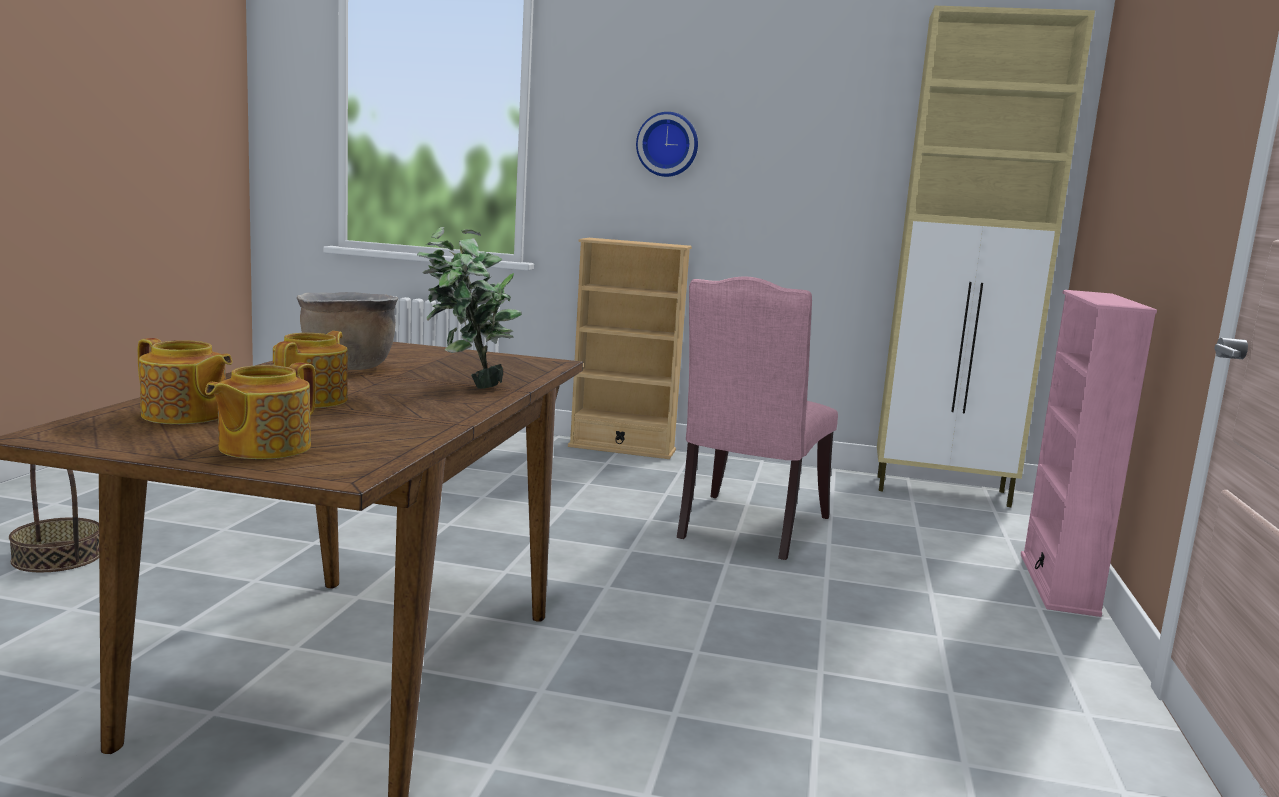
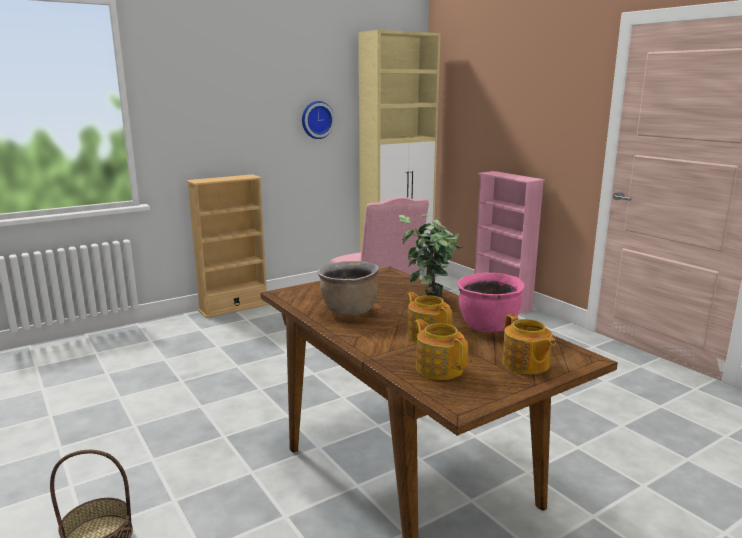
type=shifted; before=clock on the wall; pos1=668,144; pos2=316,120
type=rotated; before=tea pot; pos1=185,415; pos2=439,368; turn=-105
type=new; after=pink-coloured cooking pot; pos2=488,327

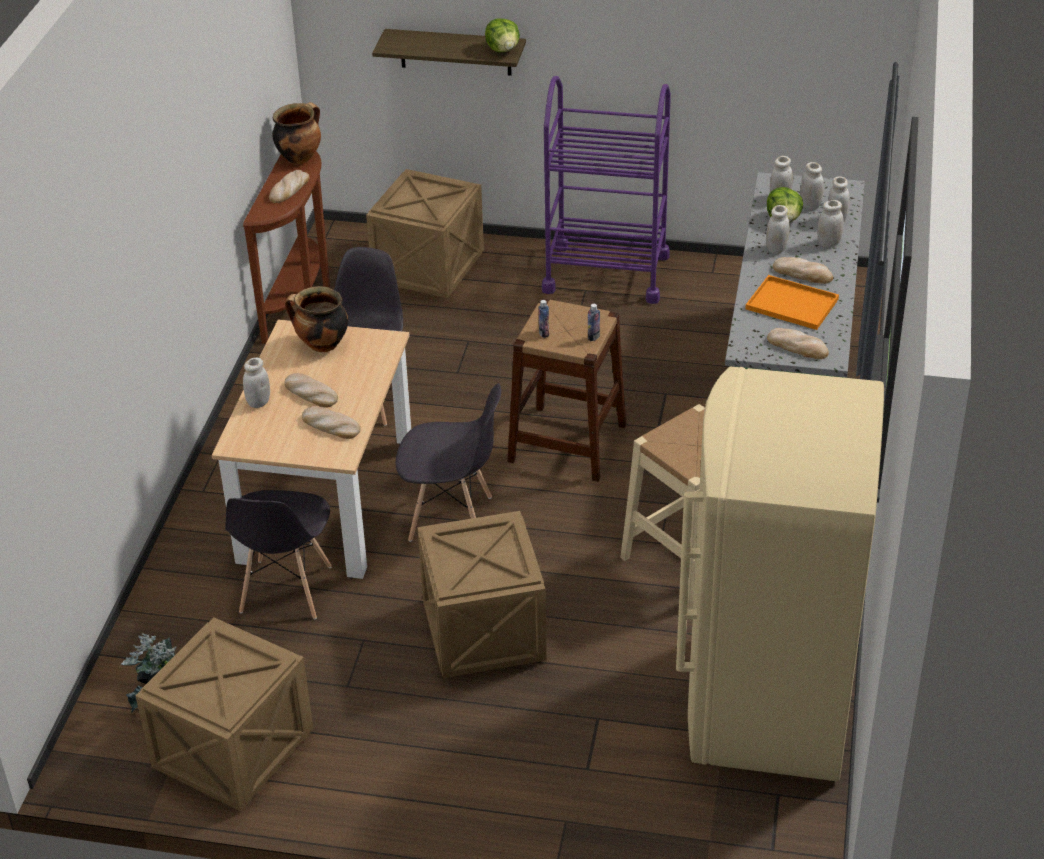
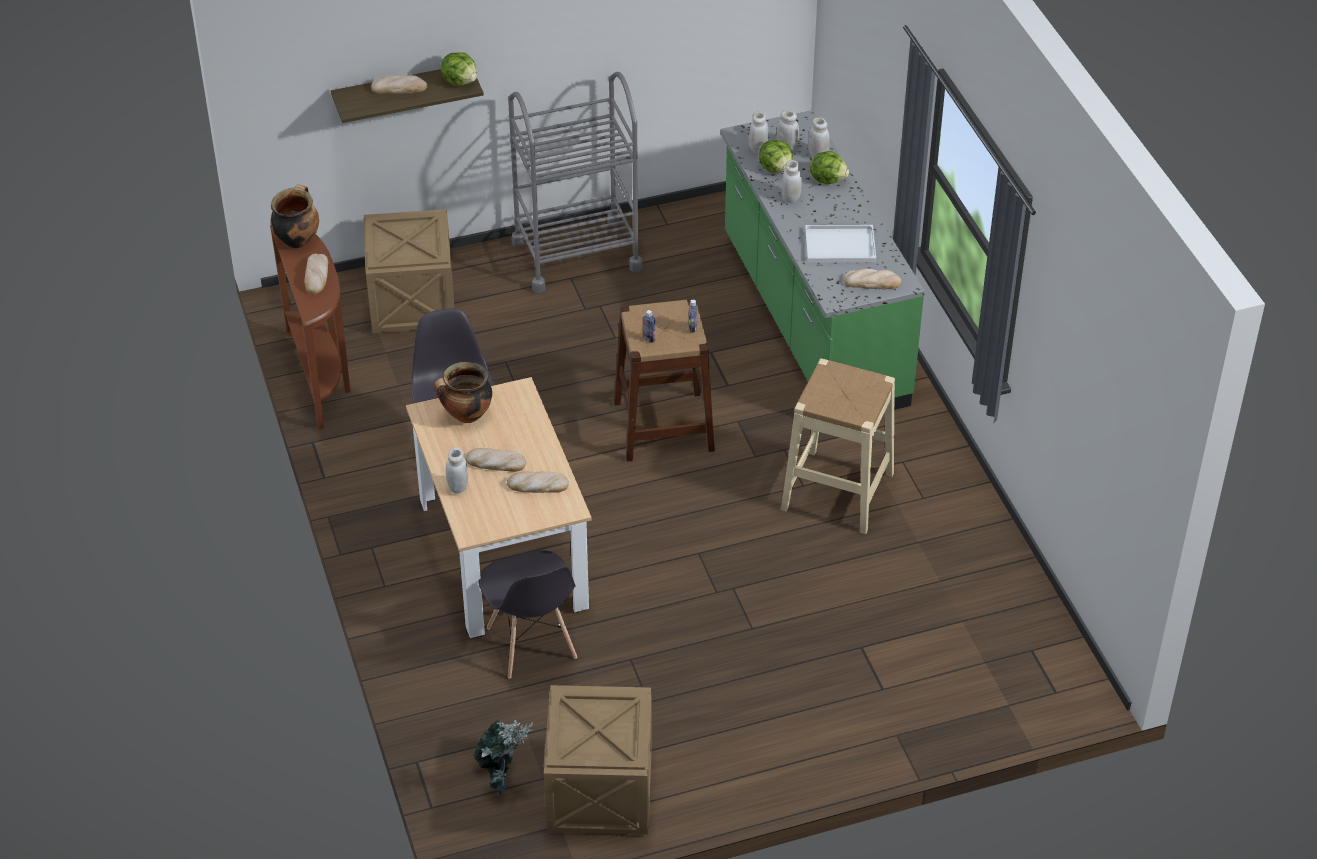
type=repainted; before=purplish wheeled cart; after=gray wheeled cart; pos1=606,273; pos2=576,255
type=swapped; before=whitish storage jar; after=lettuce head; pos1=828,243; pos2=828,179
type=shifted; before=baked bread; pos1=802,273; pos2=399,88
type=repainted; before=orange-coloured serving tray; after=whitish serving tray; pos1=793,304; pos2=841,245
type=gone; before=beige-coloured refrigerator; pos1=768,705
type=gone; before=gray upright chair; pos1=452,519
type=gone; before=shipping crate; pos1=484,632

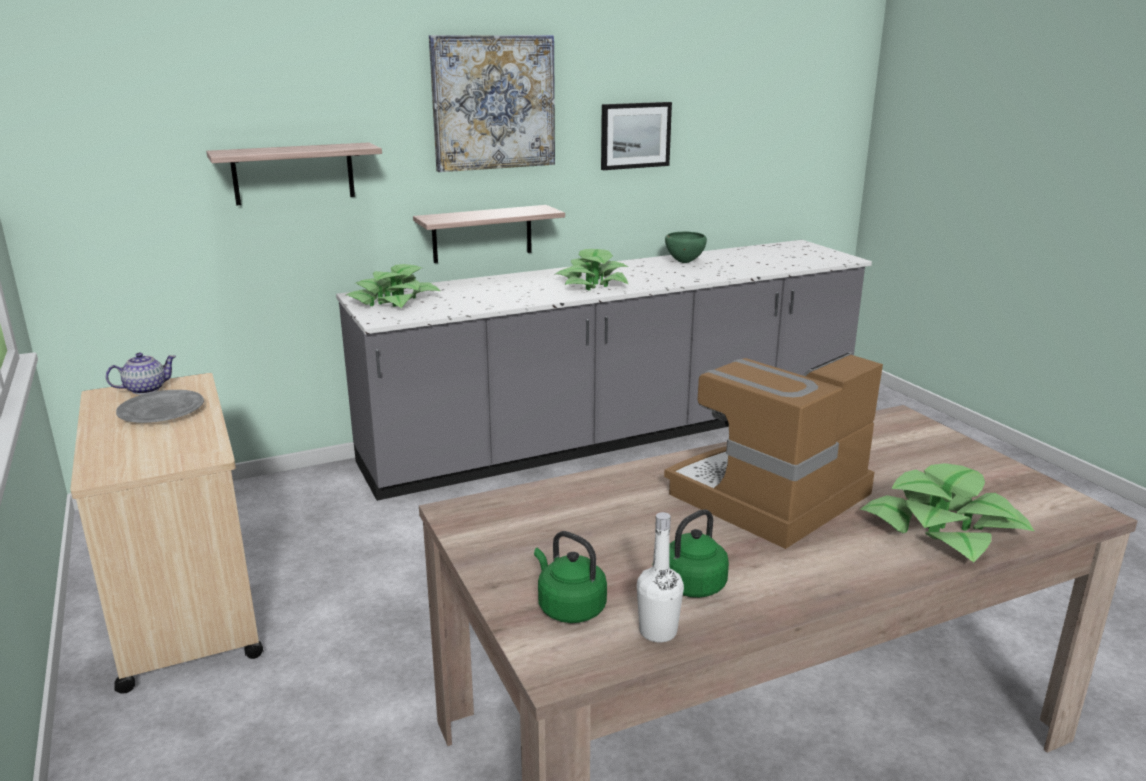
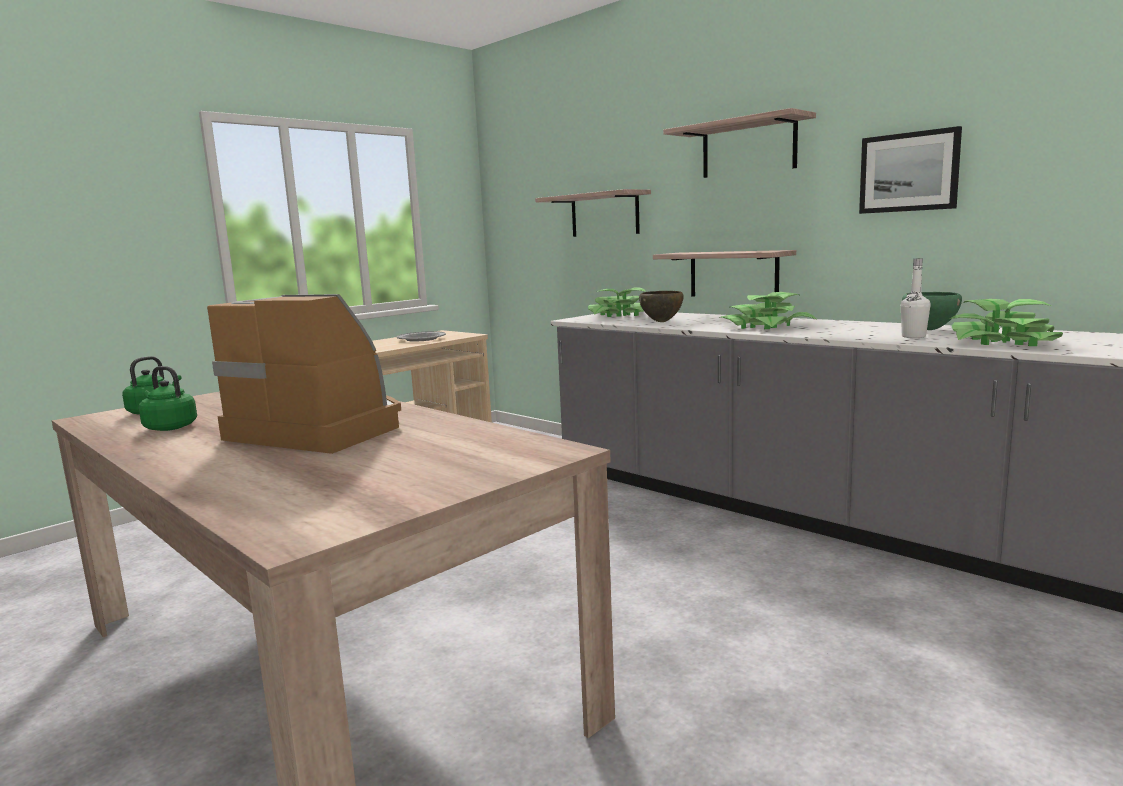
type=swapped; before=wall art; after=wall shelf; pos1=493,103; pos2=748,148
type=gone; before=tea pot; pos1=145,389
type=shifted; before=houseplant; pos1=943,530; pos2=1001,342
type=shifted; before=whitish drink bottle; pos1=658,631; pos2=913,336
type=new; after=brown bowl; pos2=662,322

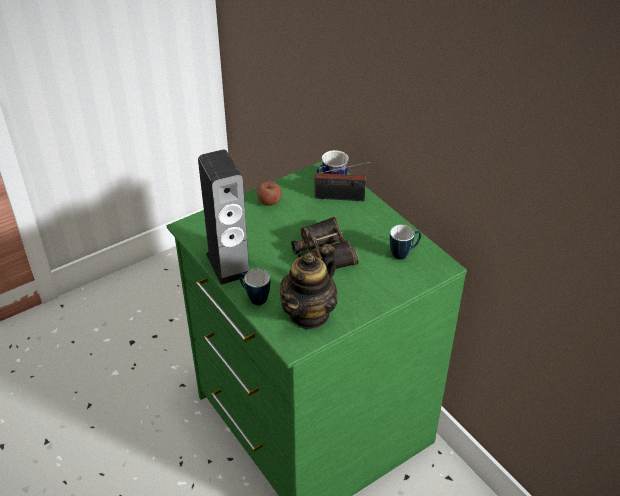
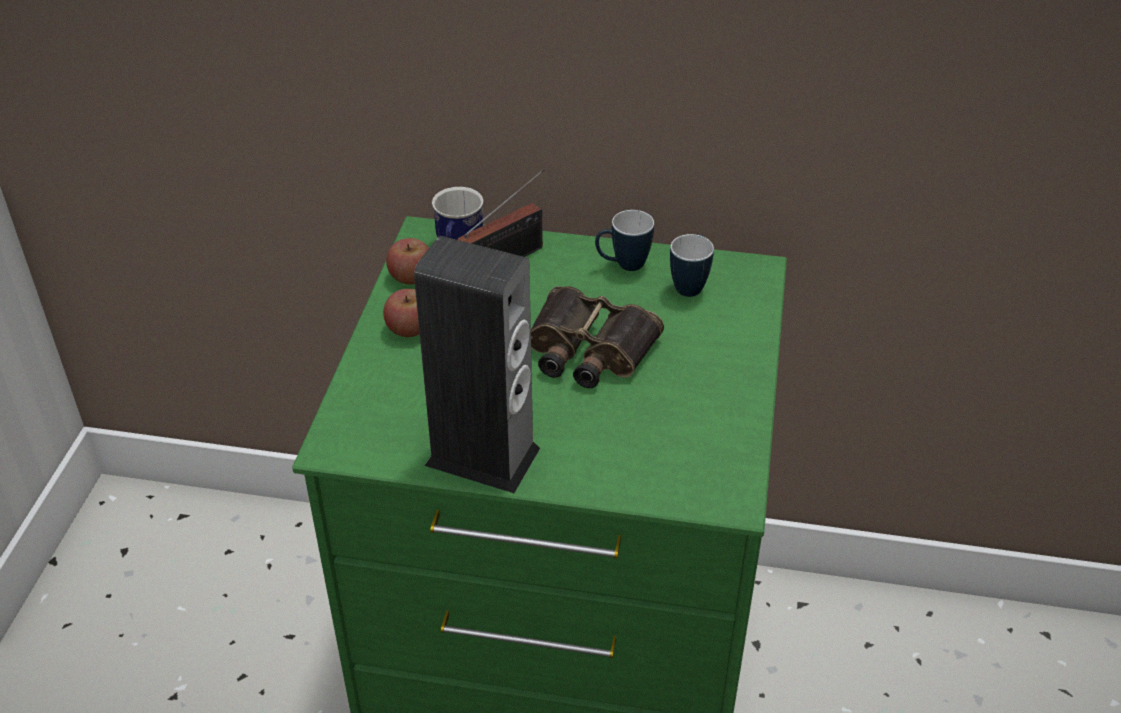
type=gone; before=tea pot; pos1=309,314
type=shifted; before=tea mug; pos1=254,298; pos2=623,265
type=new; after=whole apple; pos2=411,277

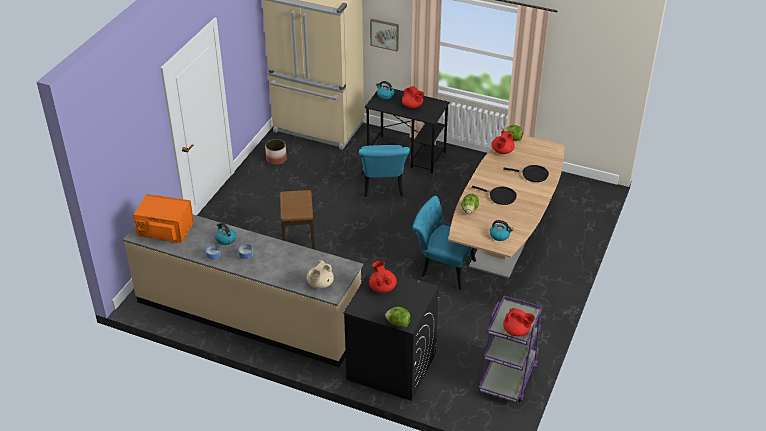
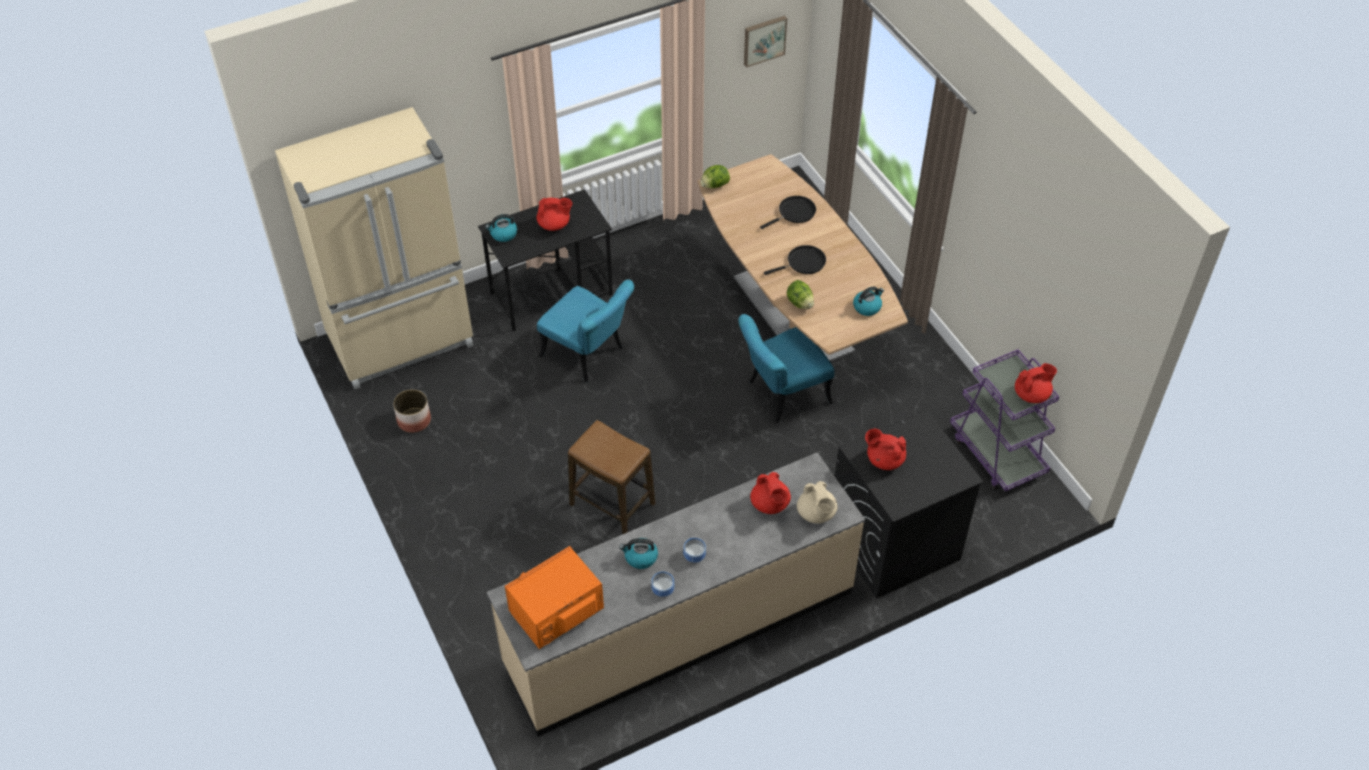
type=shifted; before=wall art; pos1=385,34; pos2=764,40
type=shifted; before=reddish tea pot; pos1=502,151; pos2=770,505
type=gone; before=lettuce head; pos1=398,323

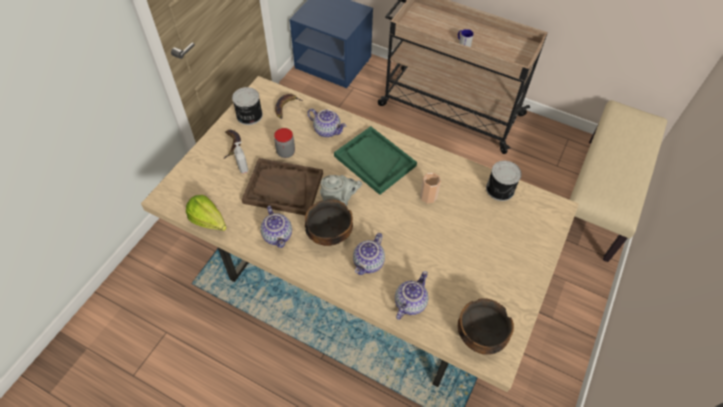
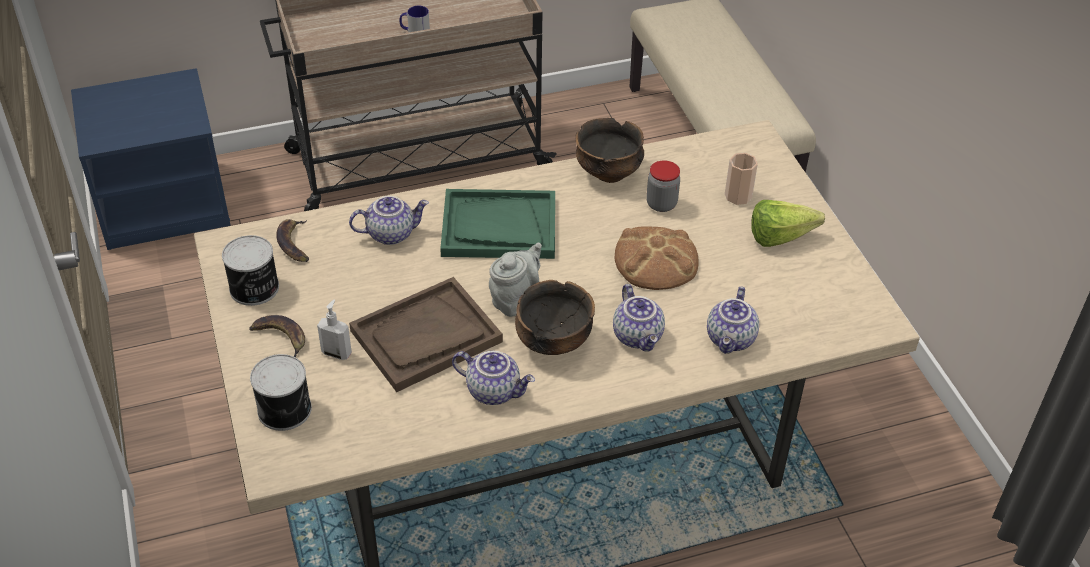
type=shifted; before=storage jar; pos1=286,152; pos2=661,204
type=shifted; before=metal can; pos1=500,189; pos2=286,409
type=shifted; before=small cup; pos1=428,196; pos2=738,196
type=shifted; before=lettuce head; pos1=210,224; pos2=786,238
type=rotated; before=tea pot; pos1=409,302; pos2=731,339; turn=-150
type=shifted; before=bowl; pos1=480,336; pos2=609,172
type=new; after=baked bread; pos2=655,260

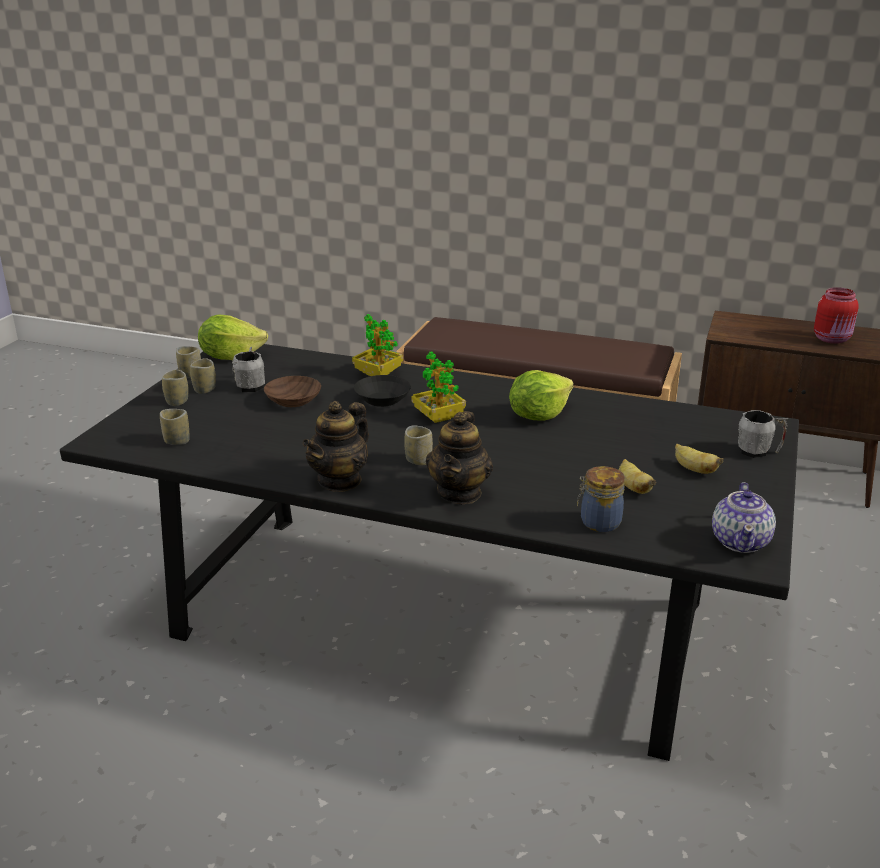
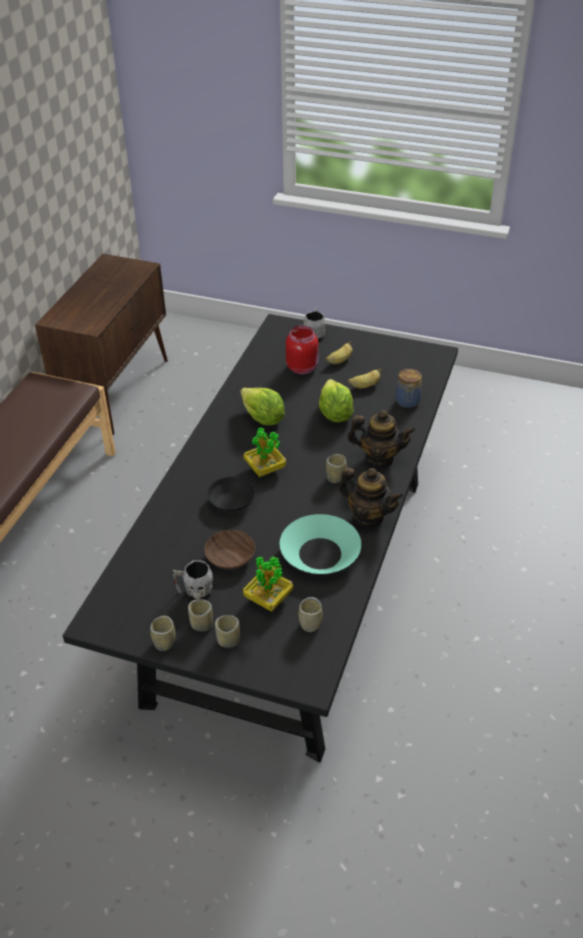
type=shifted; before=reddish storage jar; pos1=832,339; pos2=302,367
type=shifted; before=houseplant; pos1=378,374; pos2=268,599
type=shifted; before=lettuce head; pos1=230,356; pos2=334,414
type=gone; before=tea pot; pos1=741,541
type=new; after=blue-green bowl; pos2=319,553

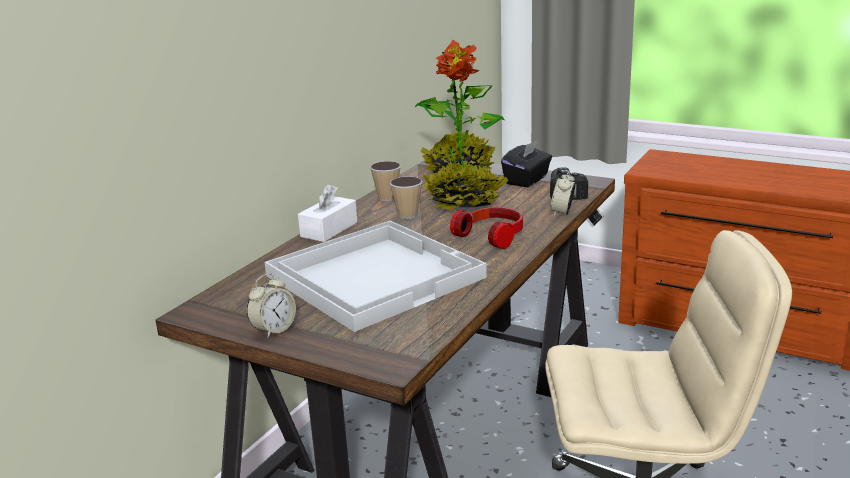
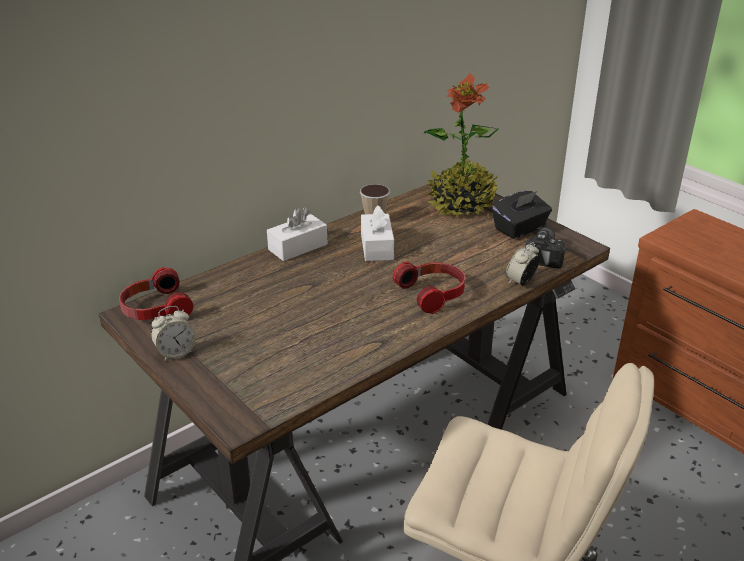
type=gone; before=houseplant; pos1=464,202
type=swapped; before=small cup; after=whitish box of tissues; pos1=407,215; pos2=377,247
type=gone; before=whitish serving tray; pos1=375,275
type=new; after=headphones; pos2=155,309

